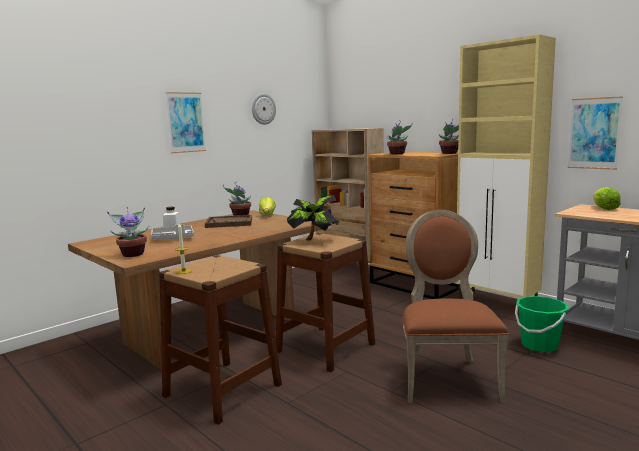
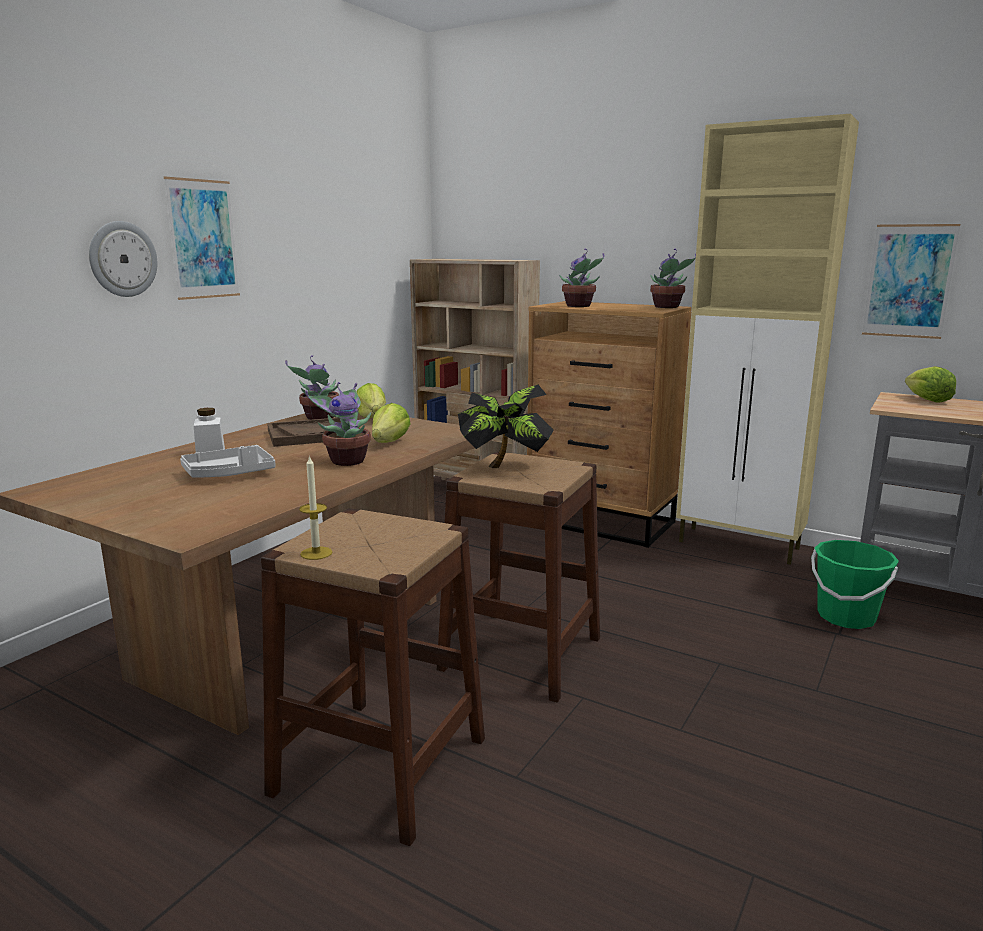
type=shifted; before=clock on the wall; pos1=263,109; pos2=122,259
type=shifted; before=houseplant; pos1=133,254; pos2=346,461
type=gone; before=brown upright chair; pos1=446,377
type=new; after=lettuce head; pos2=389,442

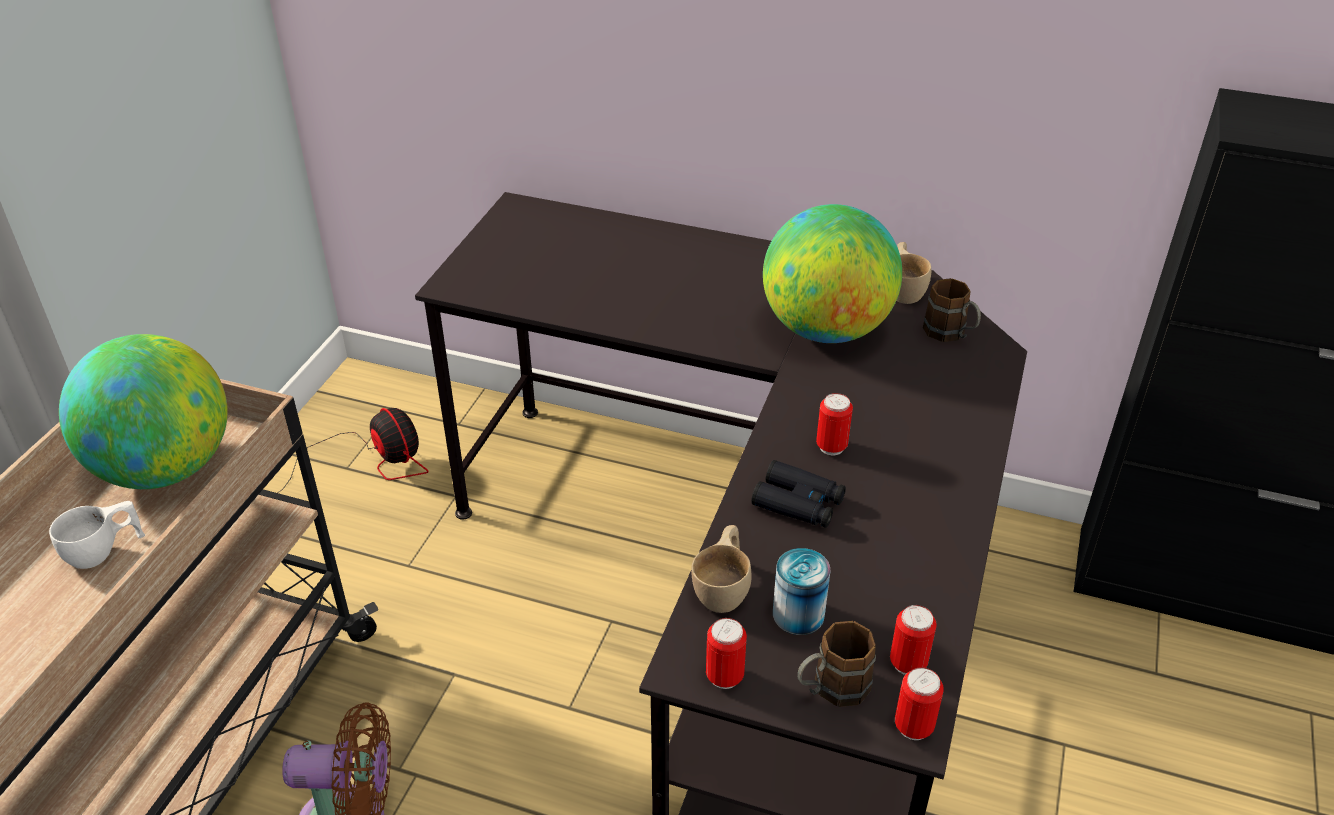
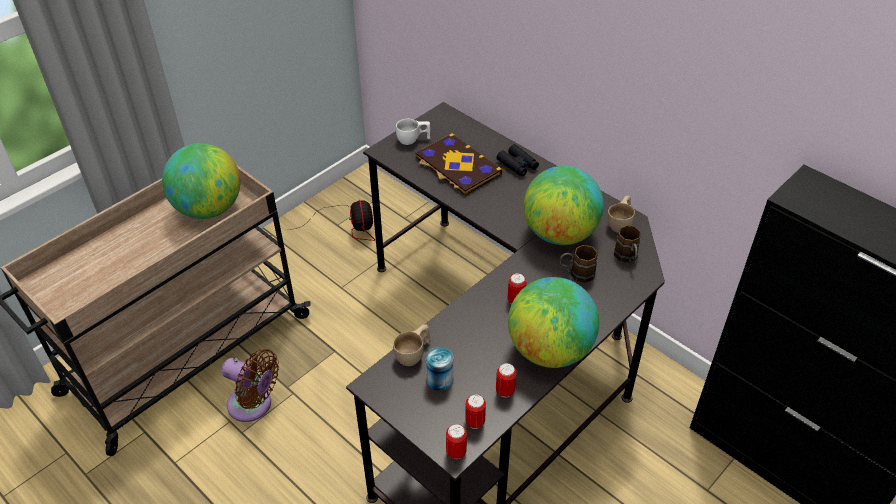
type=shifted; before=black binoculars; pos1=798,503; pos2=517,165
type=shifted; before=whitish small cup; pos1=105,551; pos2=413,140
type=shifted; before=metal can; pos1=724,676; pos2=505,391
type=shifted; before=brown tea mug; pos1=831,689; pos2=576,274
type=new; after=bound book; pos2=457,166
type=new; after=globe; pos2=549,350

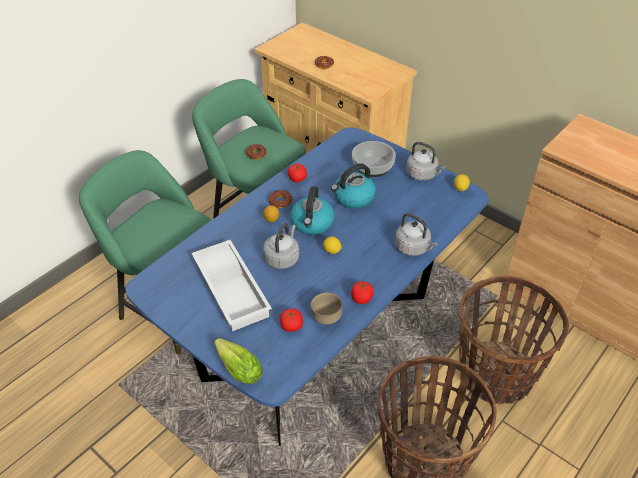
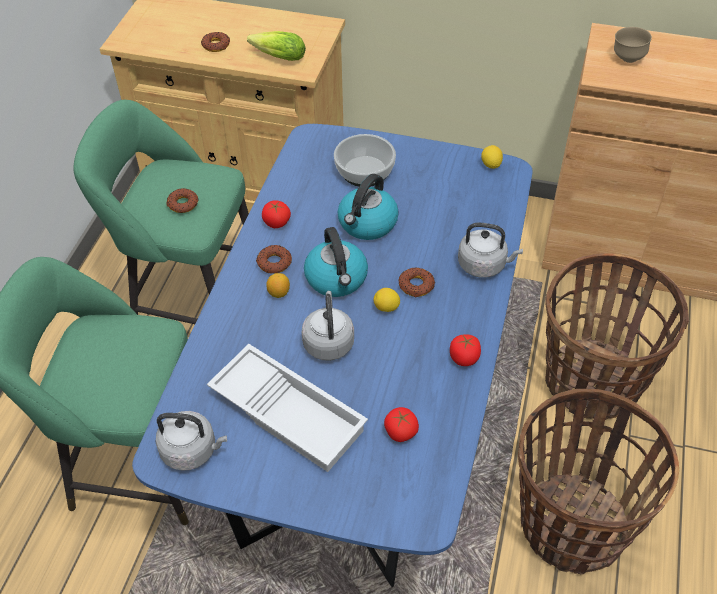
type=shifted; before=gray kettle; pos1=423,174; pos2=192,451
type=shifted; before=brown bowl; pos1=326,319; pos2=627,59
type=shifted; before=lettuce head; pos1=237,367; pos2=276,57
type=new; after=doughnut; pos2=416,285

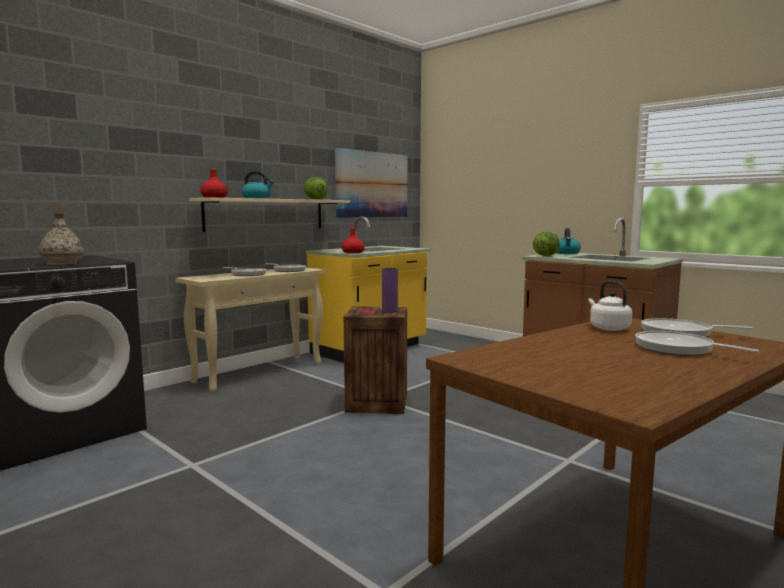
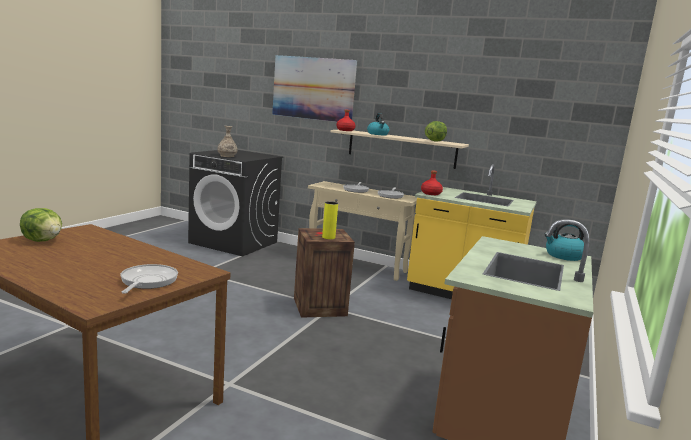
type=shifted; before=wall art; pos1=372,185; pos2=313,88
type=shifted; before=lettuce head; pos1=545,255; pos2=43,240
type=repainted; before=purplish decorative vase; after=yellow-coloured decorative vase; pos1=390,311; pos2=328,237
type=gone; before=whitish kettle; pos1=607,328
type=gone; before=skillet; pos1=678,349

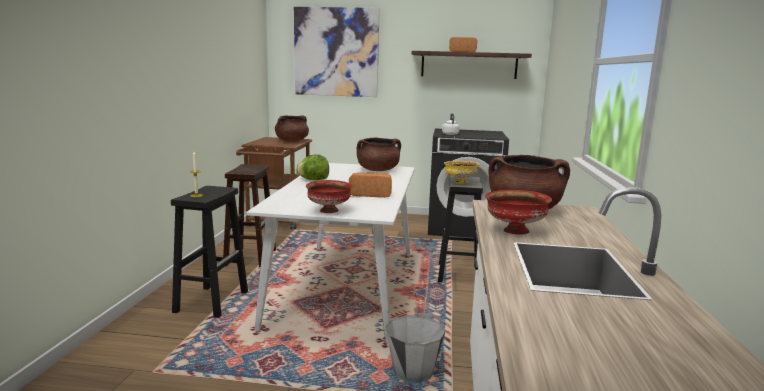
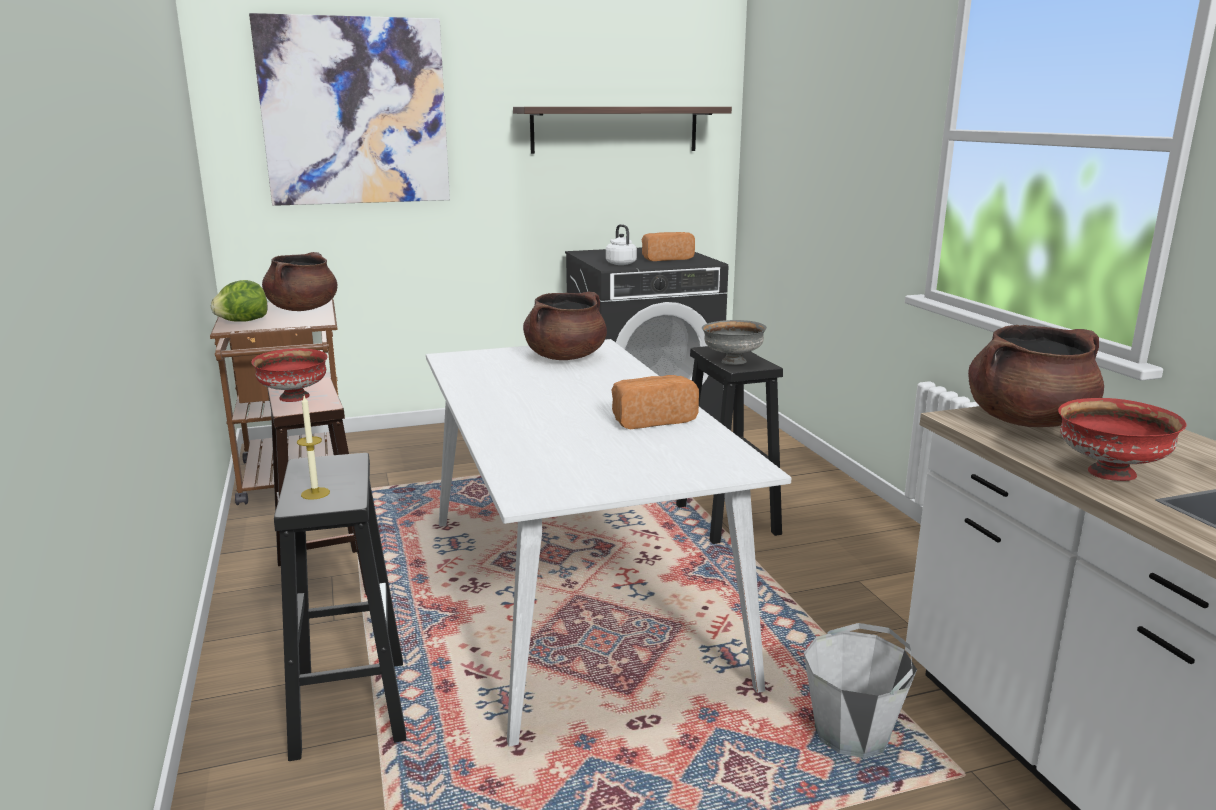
type=shifted; before=baked bread; pos1=462,52; pos2=666,258
type=shifted; before=lettuce head; pos1=313,180; pos2=243,321
type=repainted; before=yellow-coloured bowl; after=gray bowl; pos1=460,182; pos2=732,362
type=shifted; before=reddish bowl; pos1=329,211; pos2=295,398

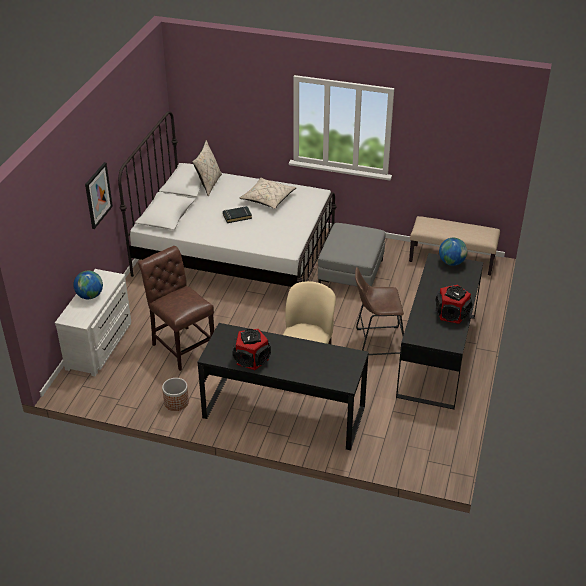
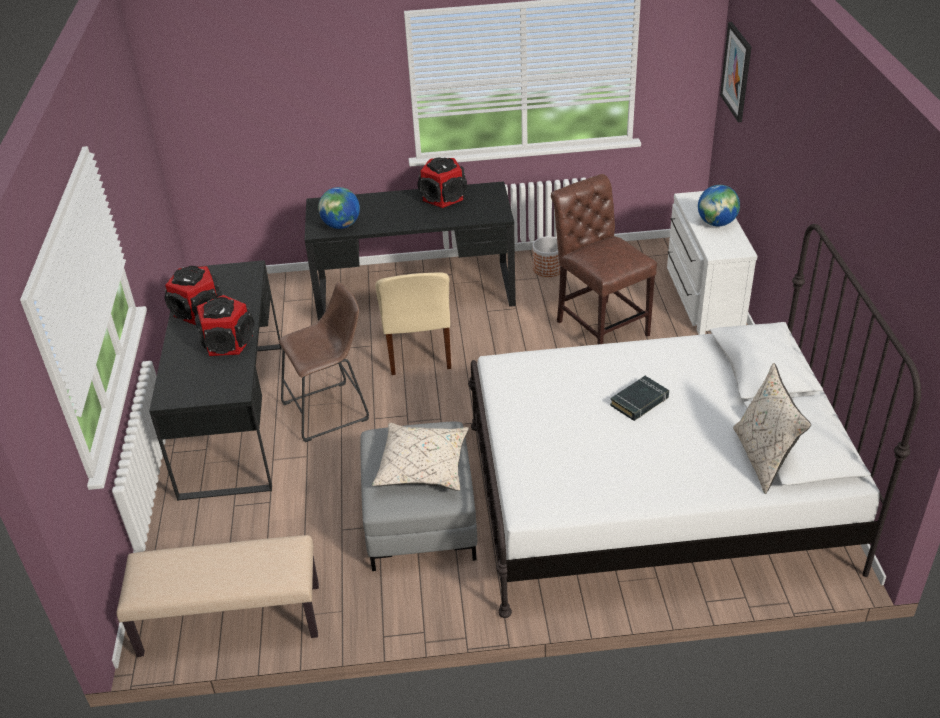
type=shifted; before=wall art; pos1=98,195; pos2=736,71
type=shifted; before=beige-coloured throw pillow; pos1=268,199; pos2=423,466
type=shifted; before=globe; pos1=451,262; pos2=341,226
type=rotated; before=brown upright chair; pos1=181,346; pos2=599,325; turn=-150
type=new; after=speaker; pos2=228,342

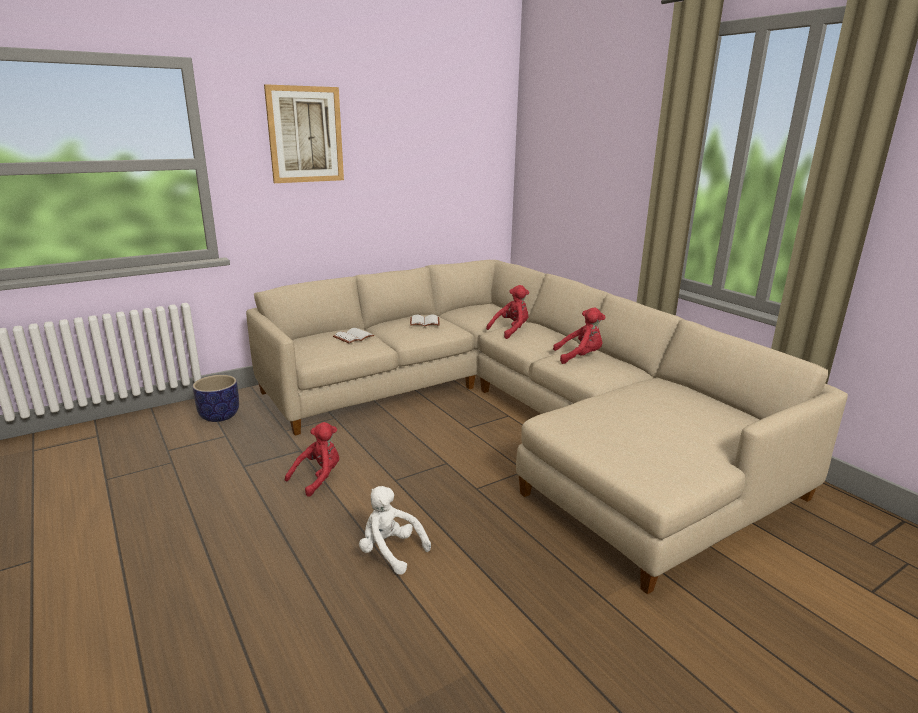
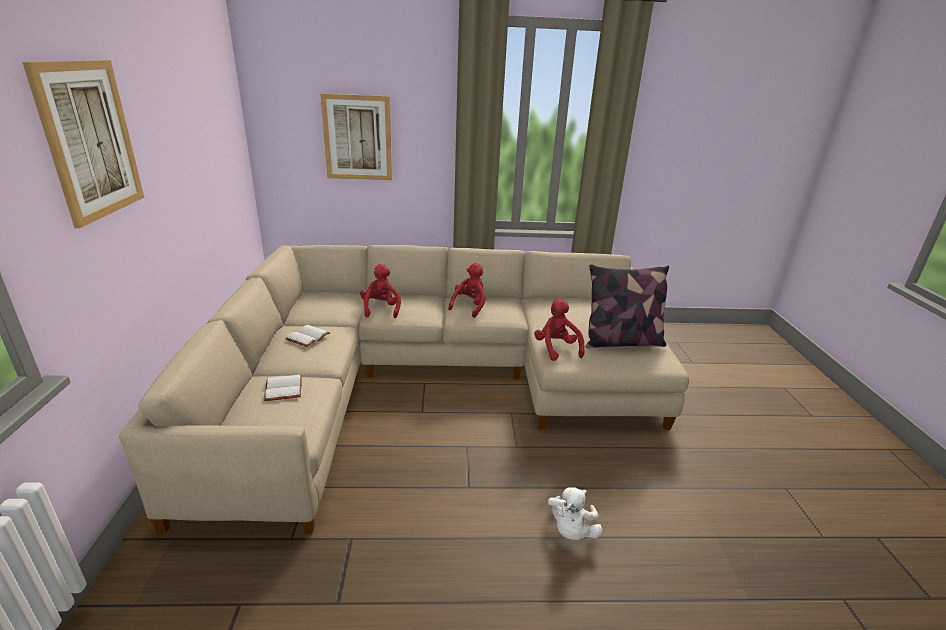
type=gone; before=planter; pos1=219,416
type=shifted; before=reddish soft toy; pos1=318,478; pos2=556,348
type=rotated; before=whitish soft toy; pos1=390,552; pos2=571,530; turn=-45
type=new; after=wall art; pos2=357,138
type=new; after=throw pillow; pos2=622,342

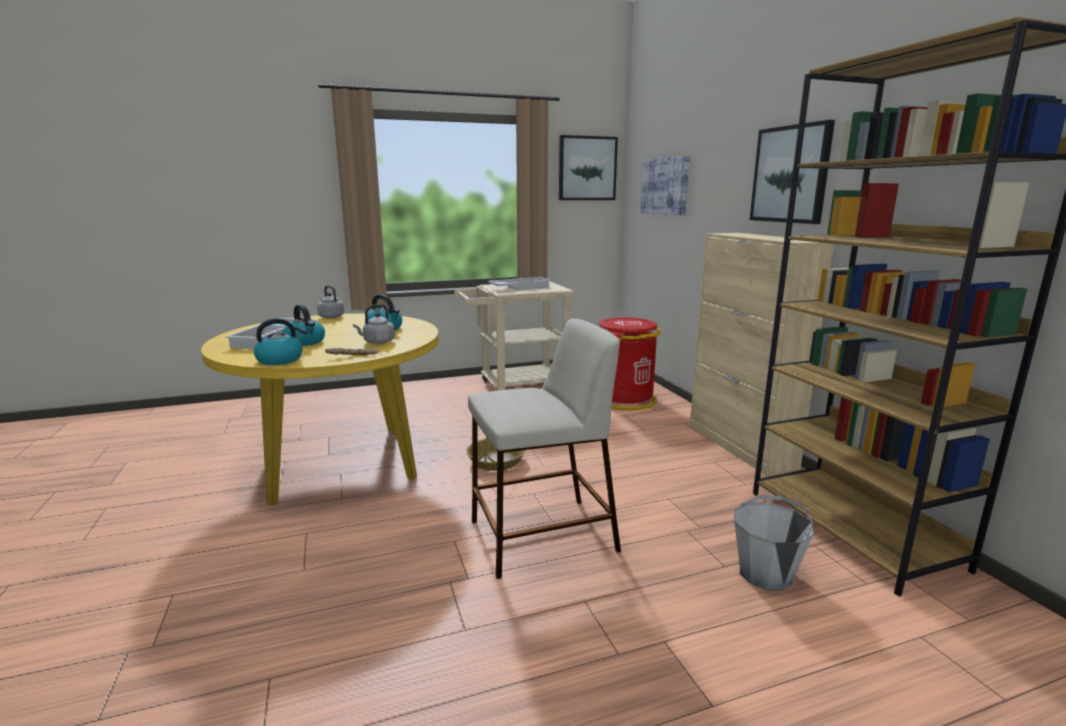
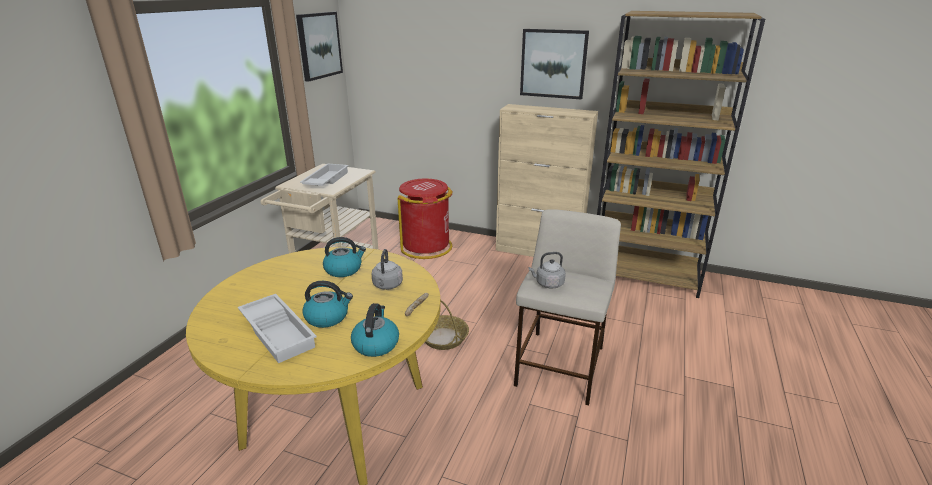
type=gone; before=wall art; pos1=665,186
type=shifted; before=gray kettle; pos1=330,317; pos2=548,284
type=gone; before=gray bucket; pos1=765,573

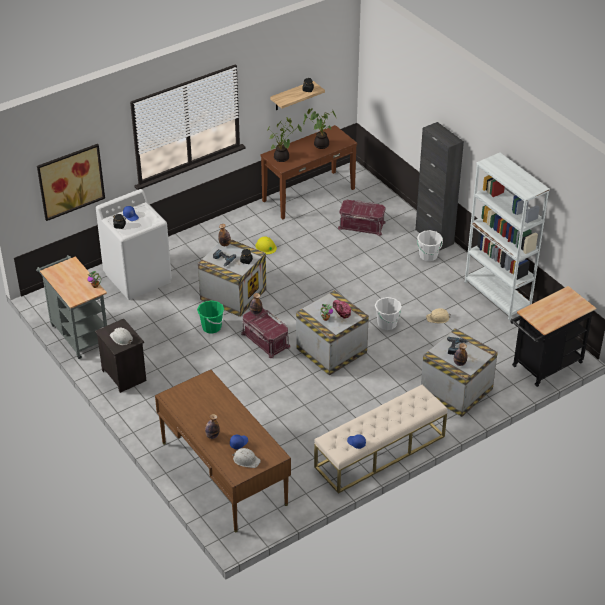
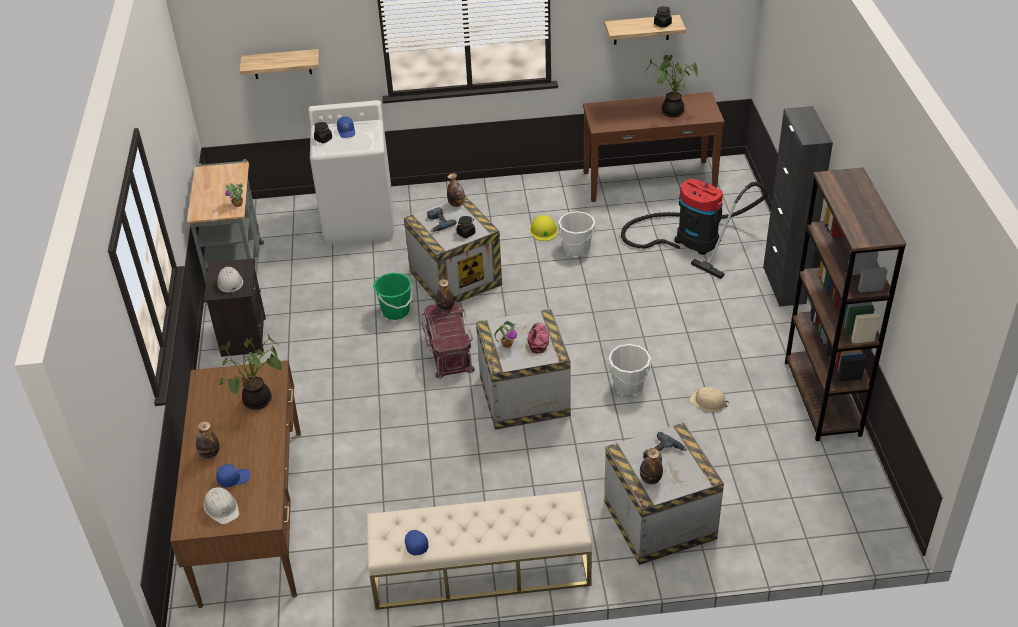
type=shifted; before=houseplant; pos1=282,159; pos2=257,402
type=swapped; before=wall art; after=wall shelf; pos1=70,181; pos2=282,64
type=repainted; before=whitish bookcase; after=brown bookcase; pos1=497,295; pos2=822,398
type=swapped; before=reddish storage container; after=vacuum; pos1=362,225; pos2=692,239
type=shifted; before=whitish bucket; pos1=428,256; pos2=576,248
type=gone; before=black wheeled cart; pos1=544,367

